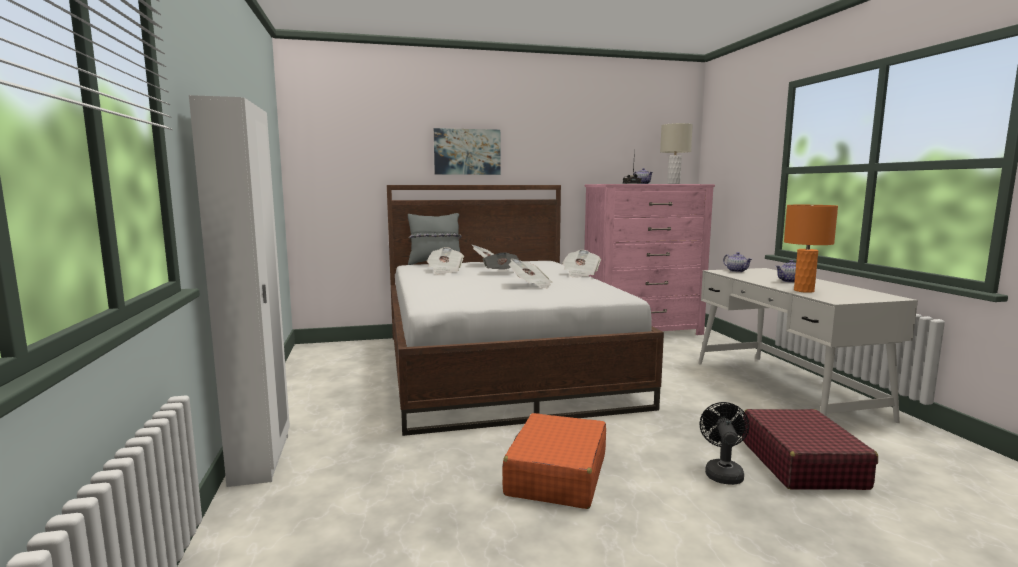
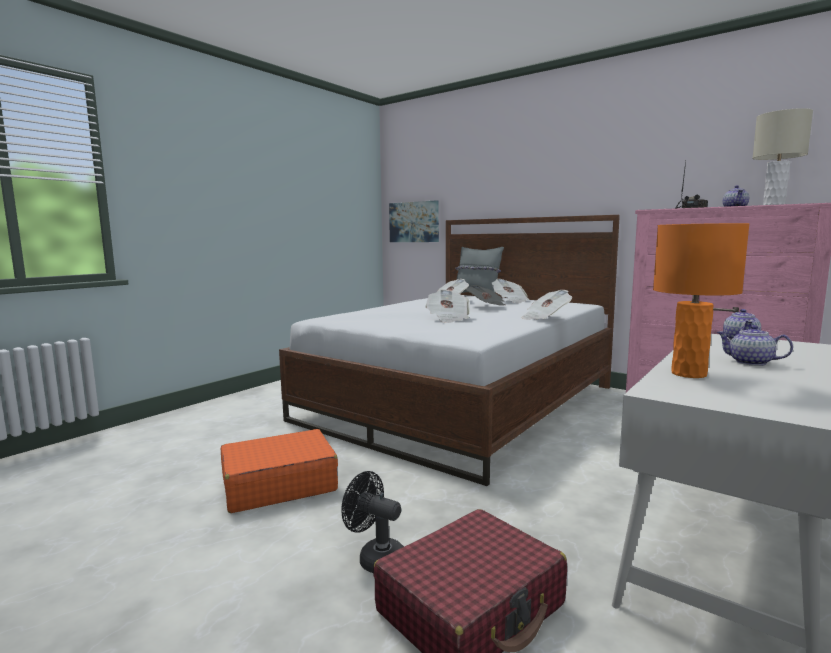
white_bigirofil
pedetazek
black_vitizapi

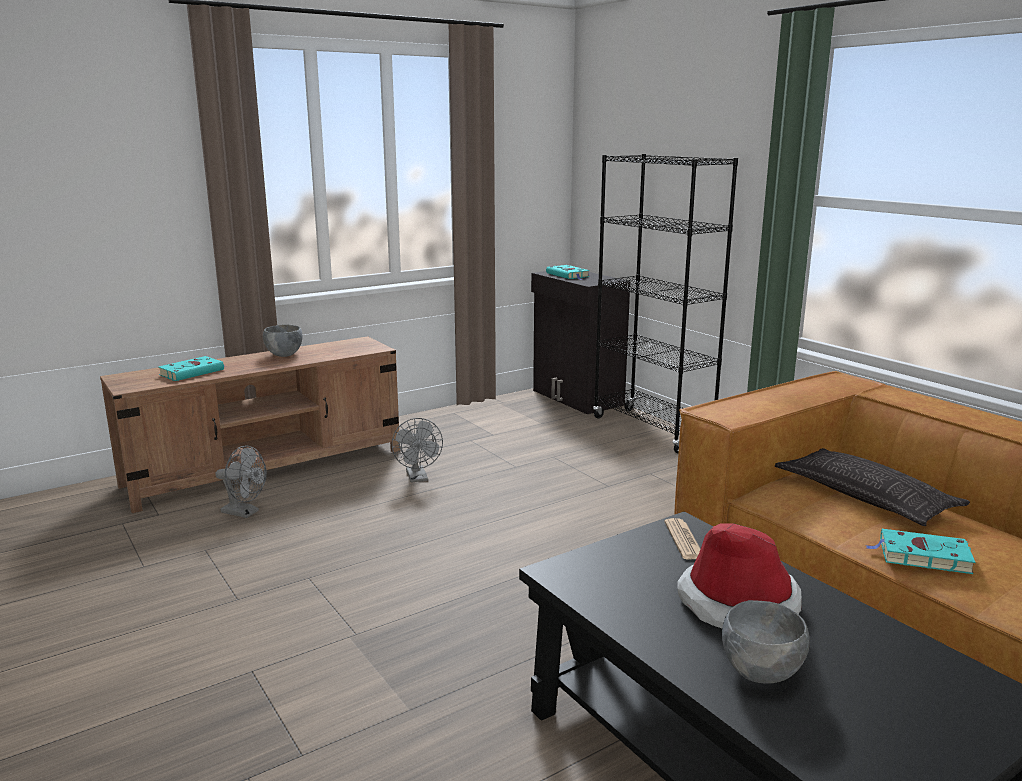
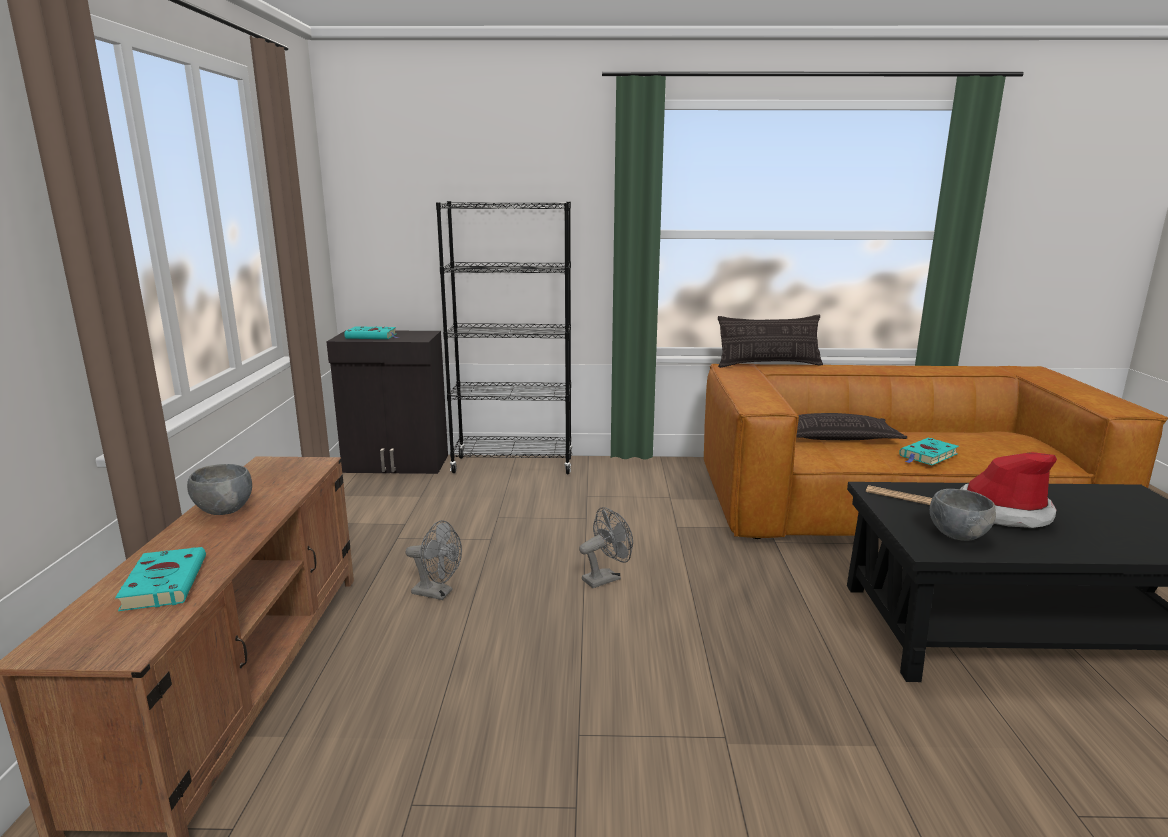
grey_vitizapi (2nd from left)
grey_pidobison (2nd from left)
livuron (1st from left)

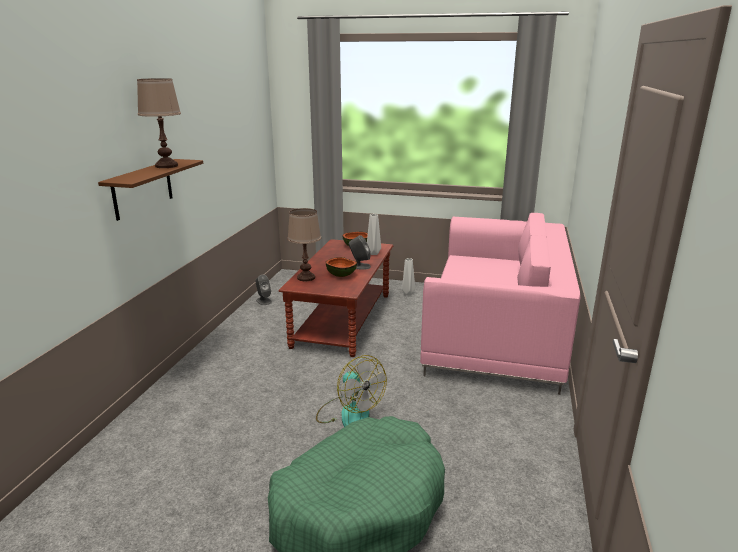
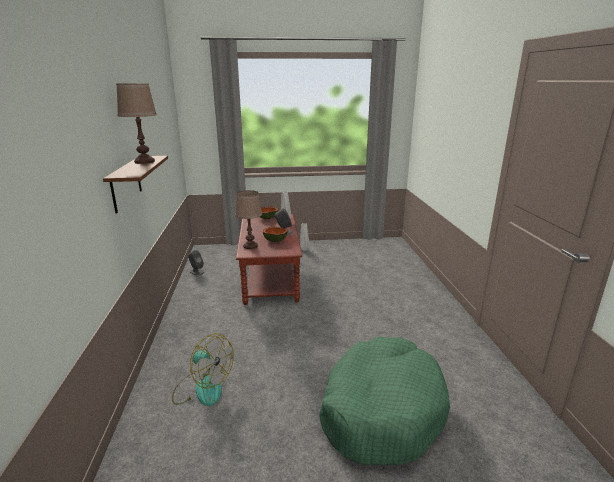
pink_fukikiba
vitizapi

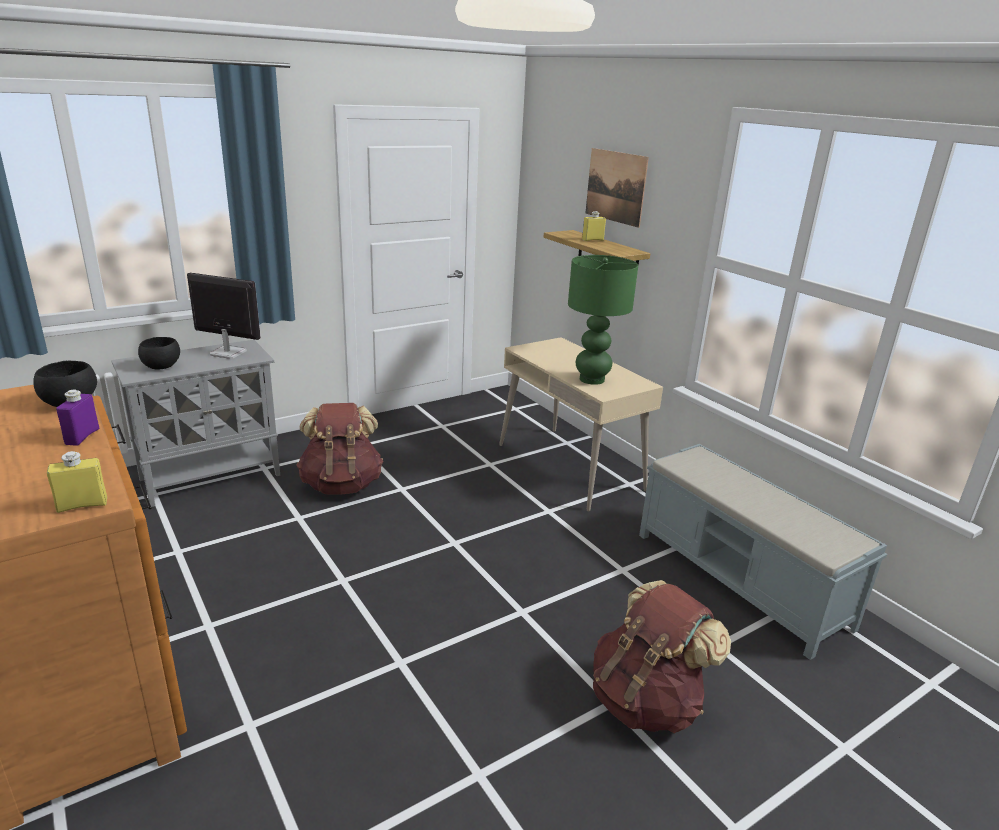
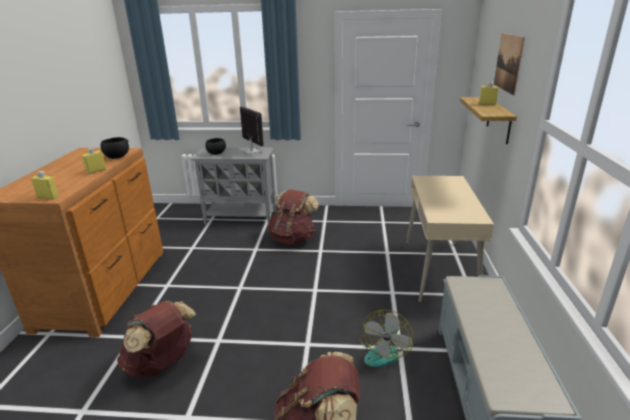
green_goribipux
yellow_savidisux (2nd from left)
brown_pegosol (1st from left)
vitizapi

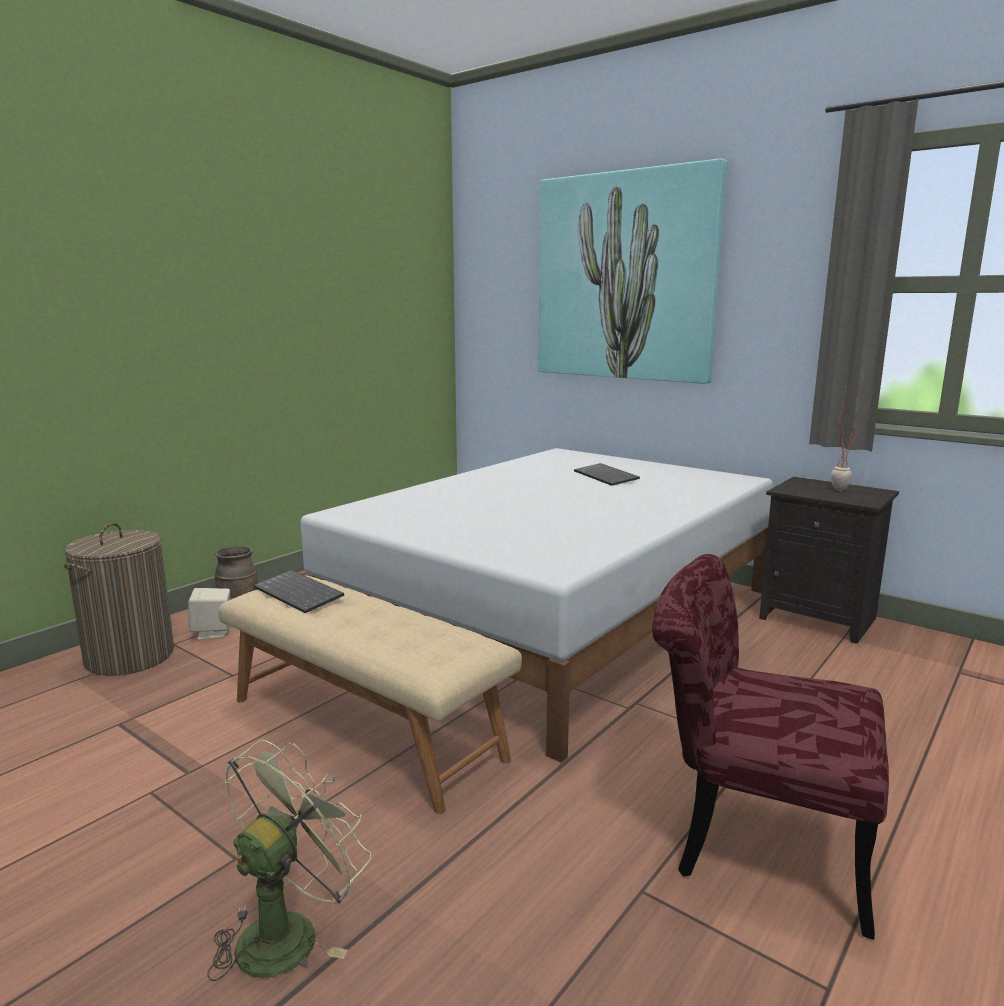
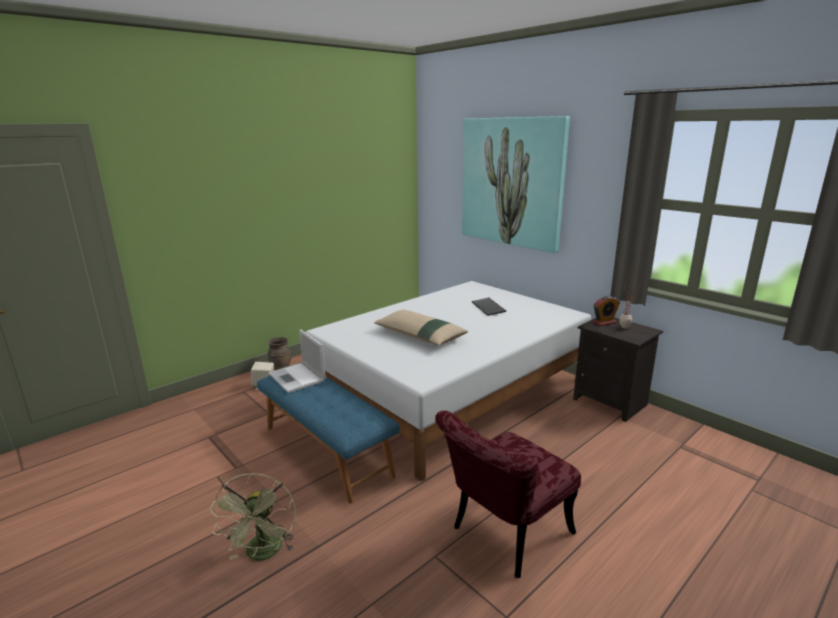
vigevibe
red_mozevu
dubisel
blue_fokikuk
green_vitizapi
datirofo
beige_livuron

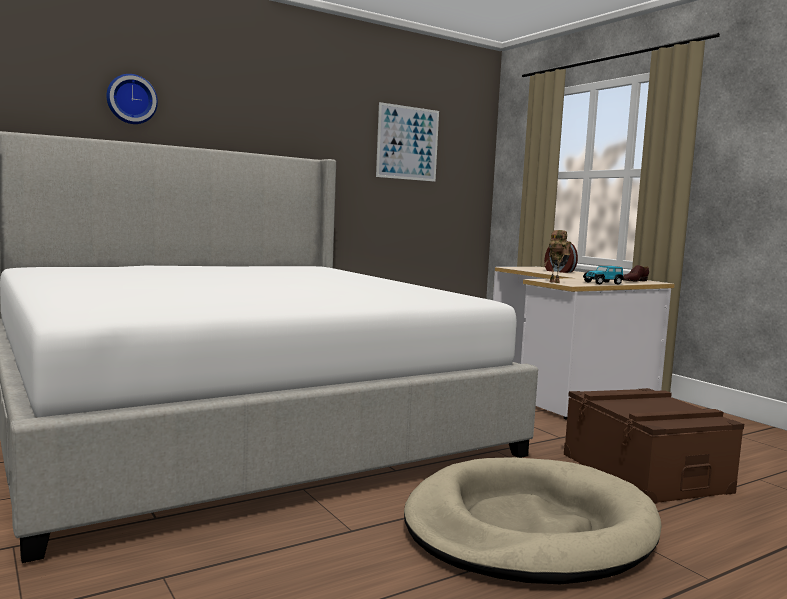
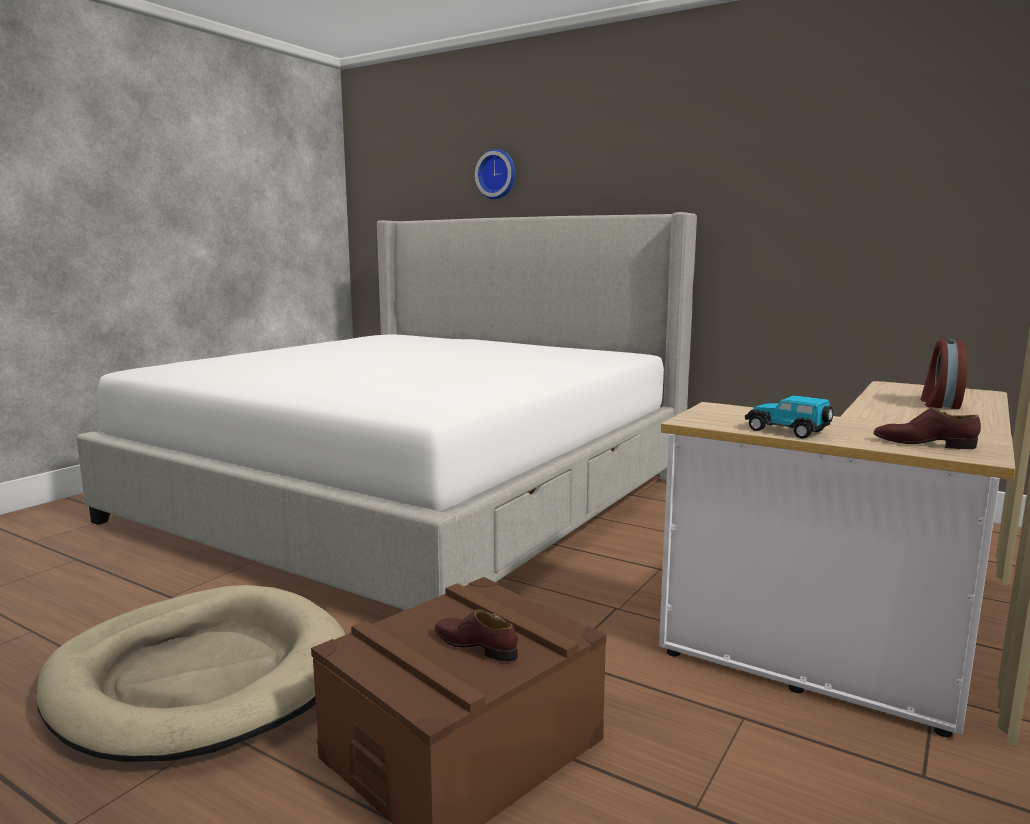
pedetazek
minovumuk
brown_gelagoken (1st from left)

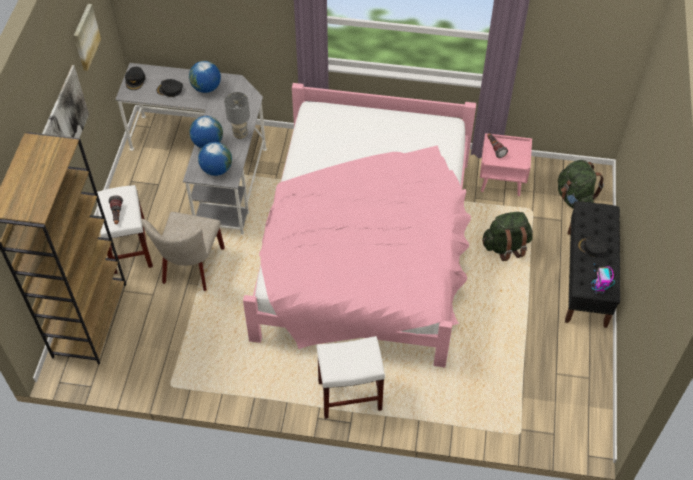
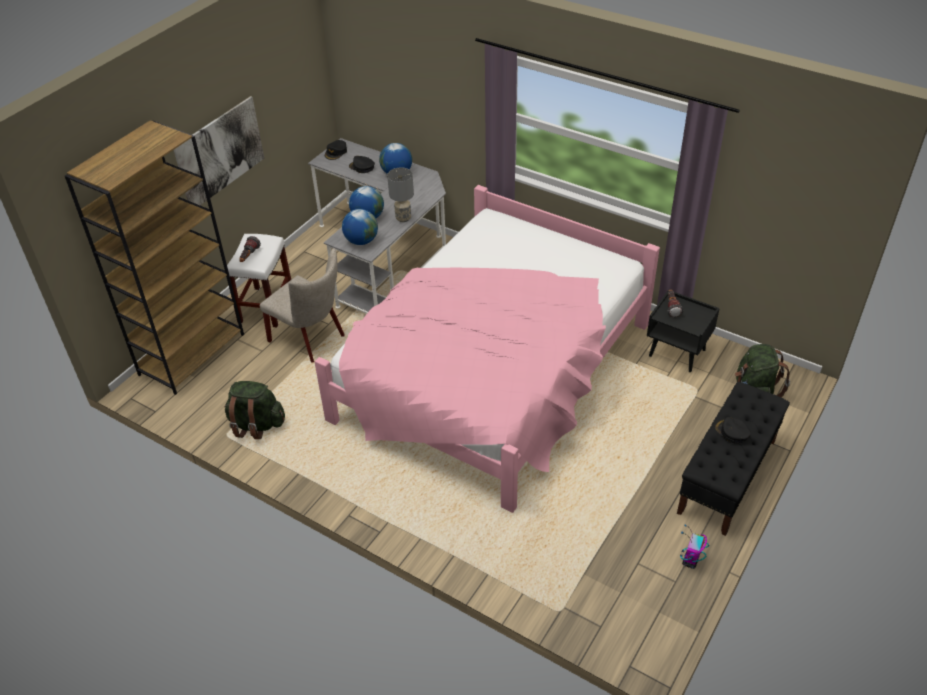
pedetazek (2nd from left in the first image)
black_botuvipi
beige_mozevu
green_pegosol (1st from left)
minovumuk
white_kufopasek (2nd from left in the first image)

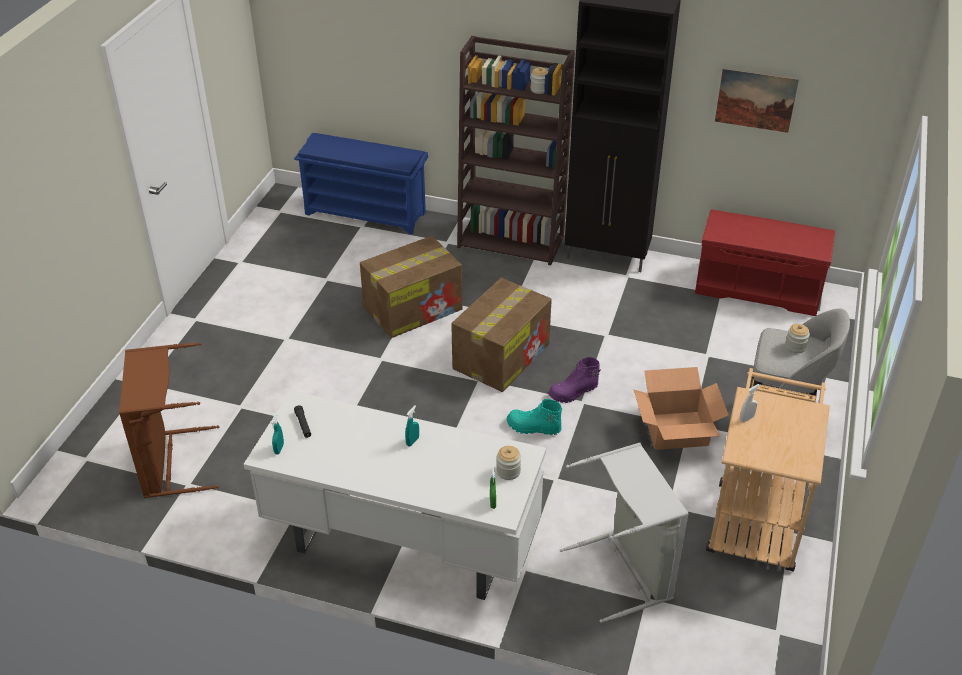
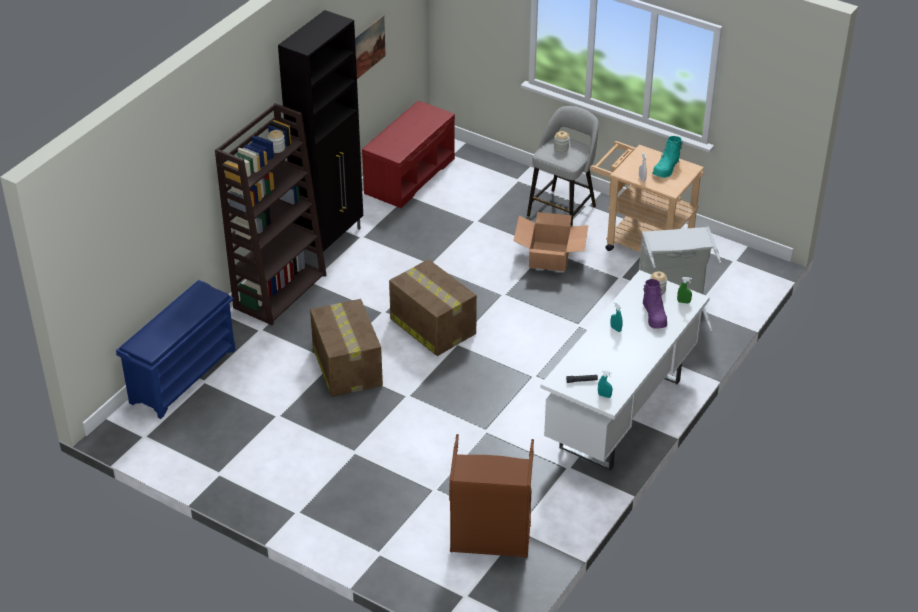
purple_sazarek
turquoise_sazarek

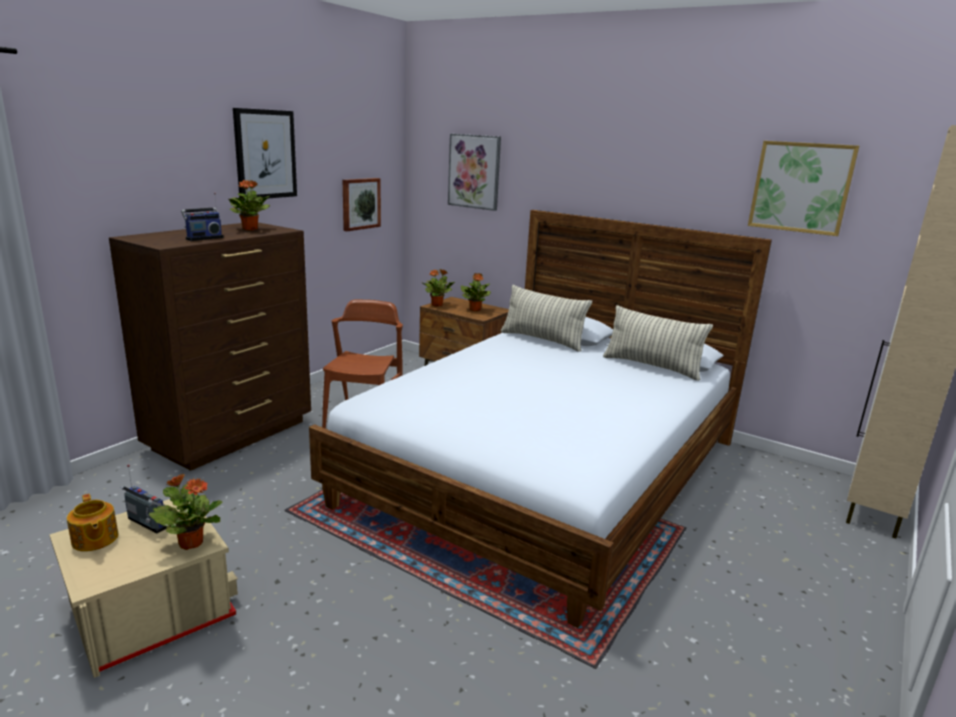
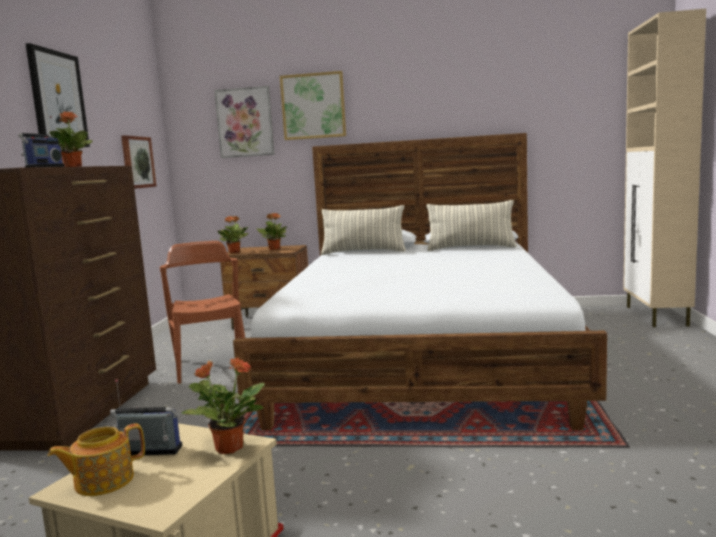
pedetazek (4th from left)
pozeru

